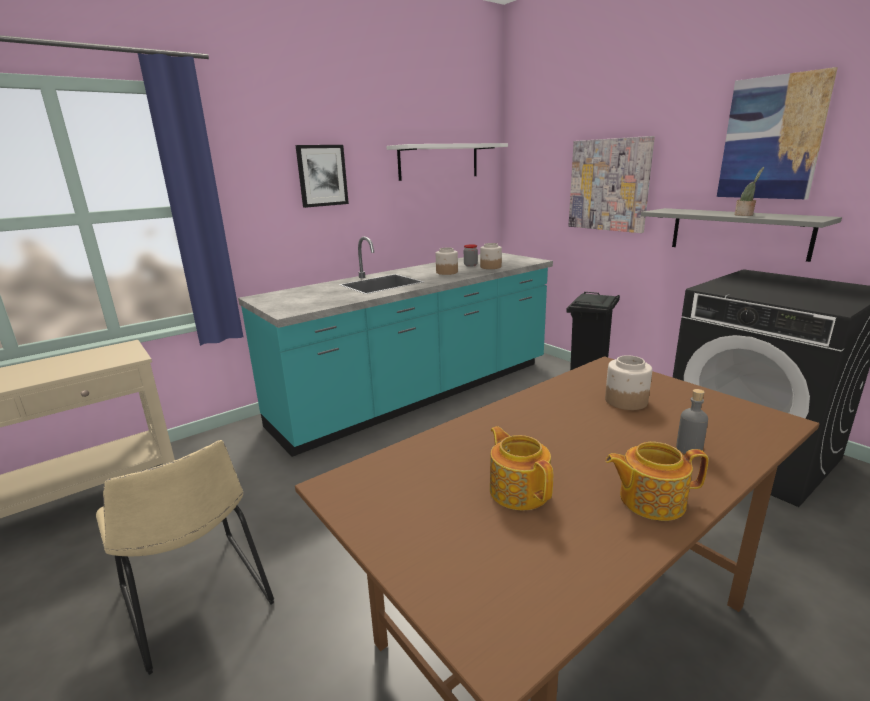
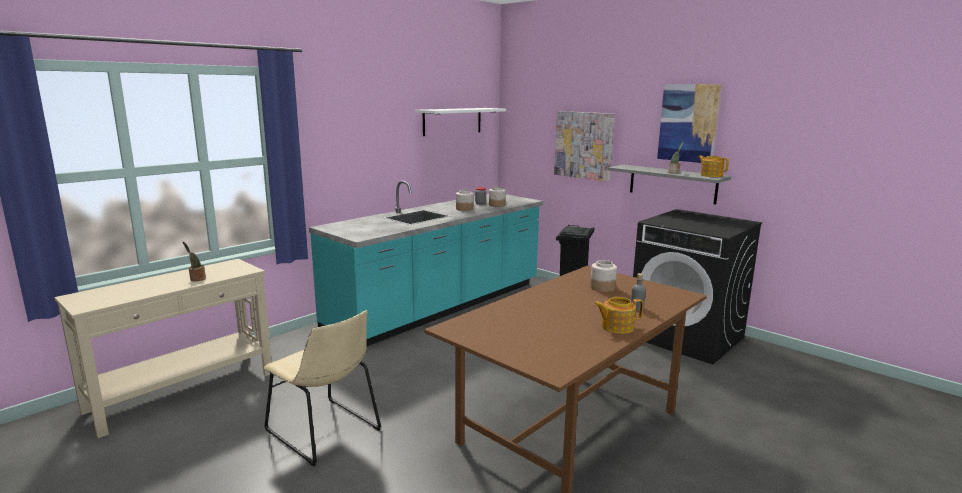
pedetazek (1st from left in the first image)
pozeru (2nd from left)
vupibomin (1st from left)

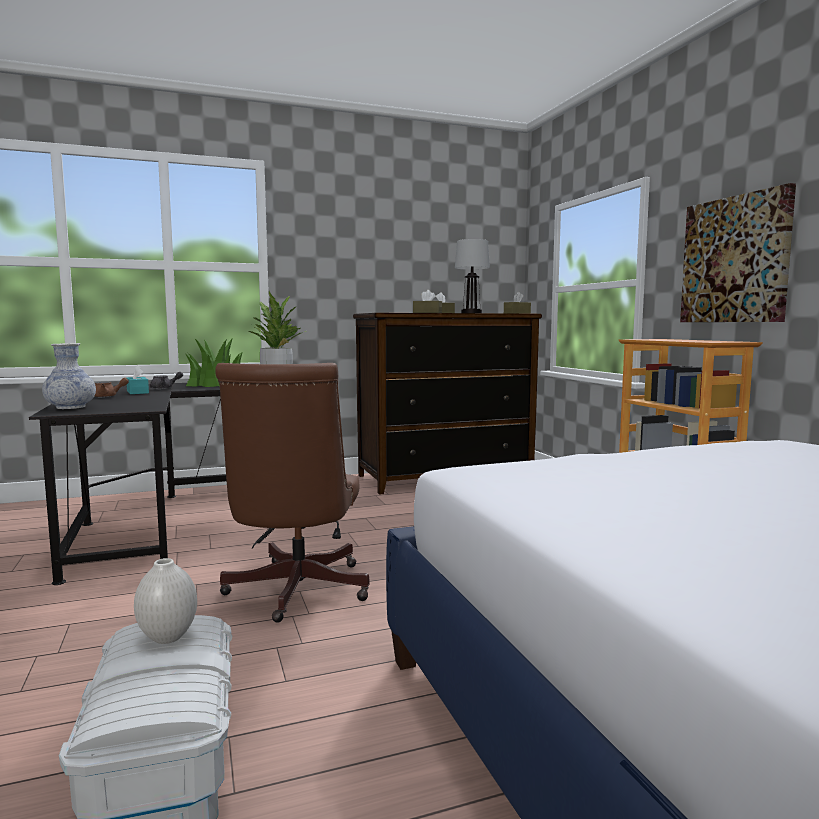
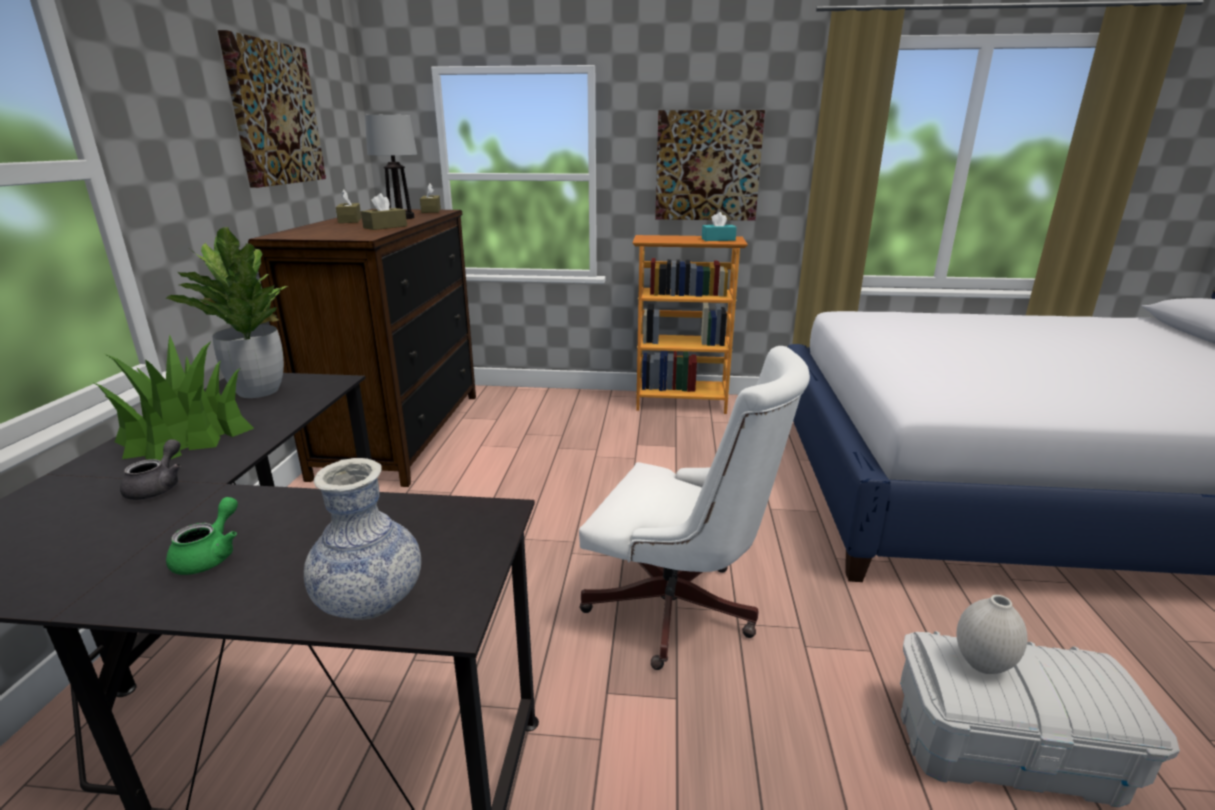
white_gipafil
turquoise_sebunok
green_pozeru
pedetazek (1st from left)

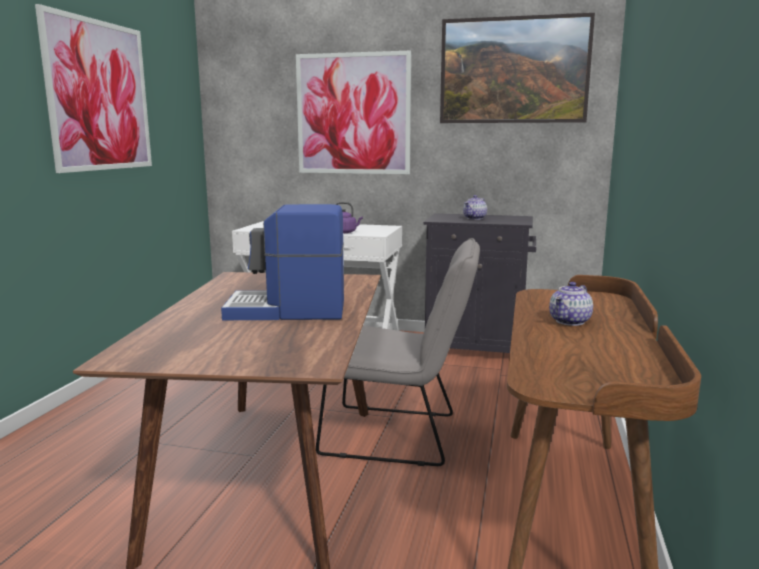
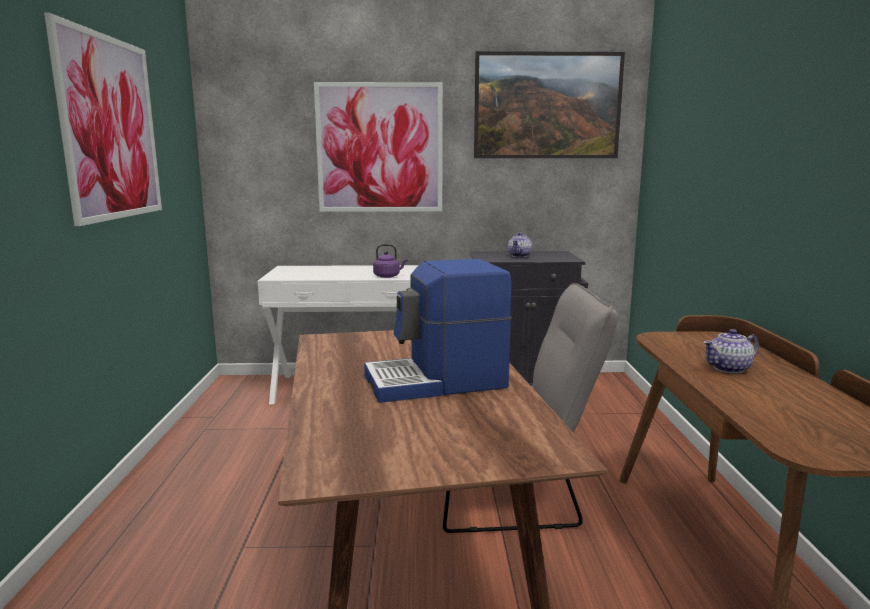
pozeru (2nd from left)

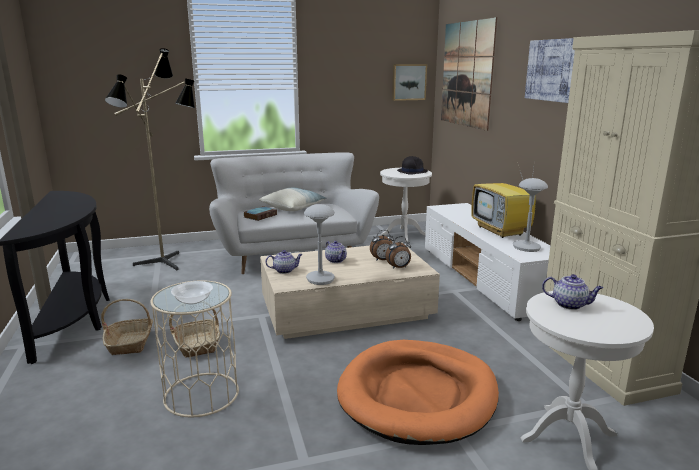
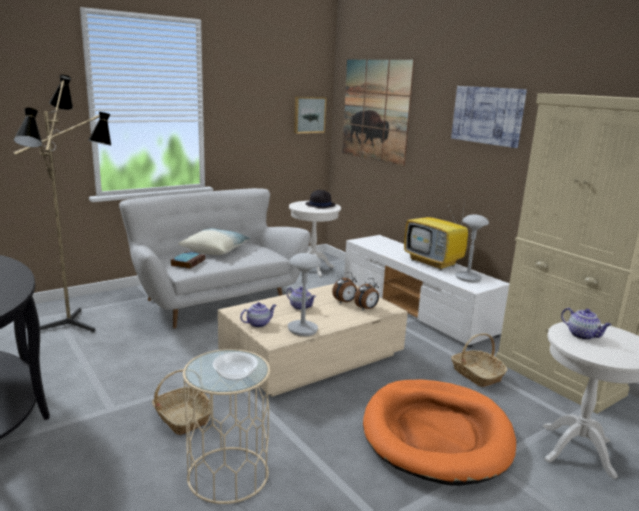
pozeru (3rd from left)
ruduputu (2nd from left)

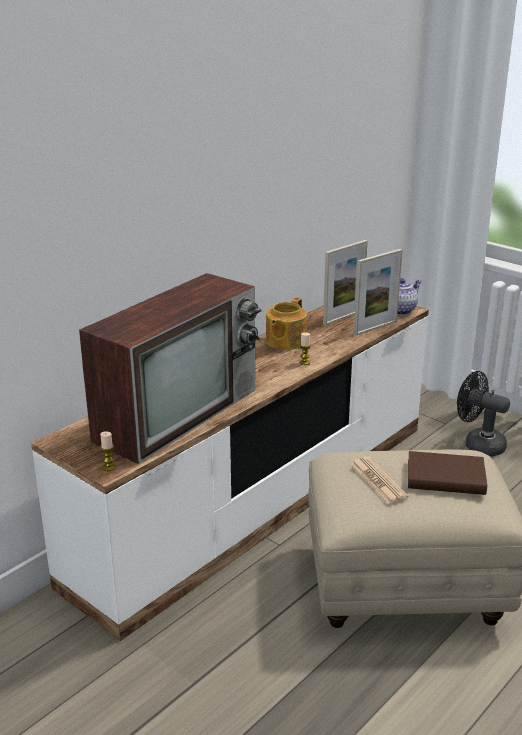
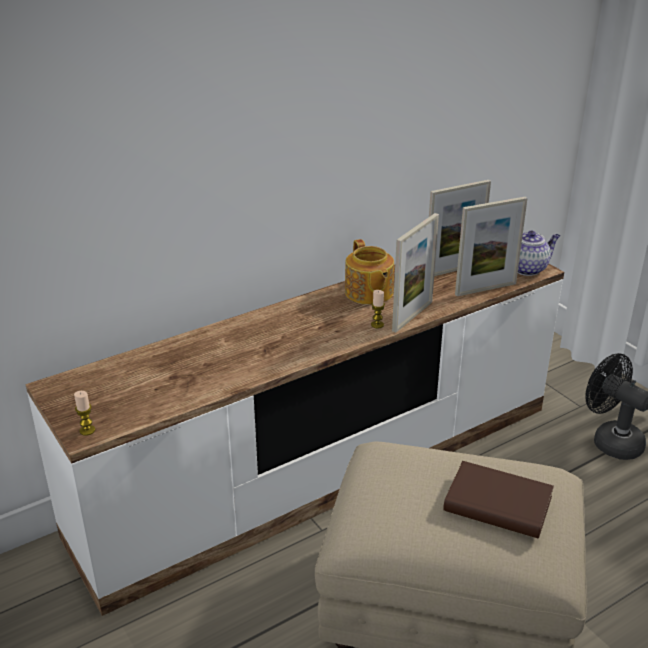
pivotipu
pozeru (1st from left)
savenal
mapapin (1st from left)

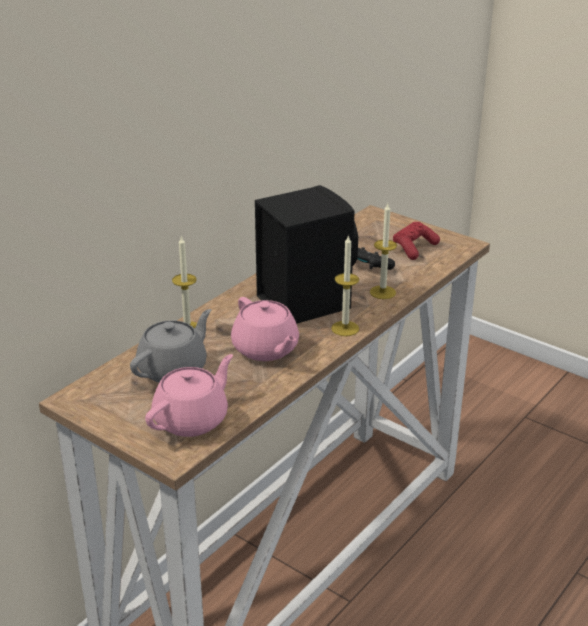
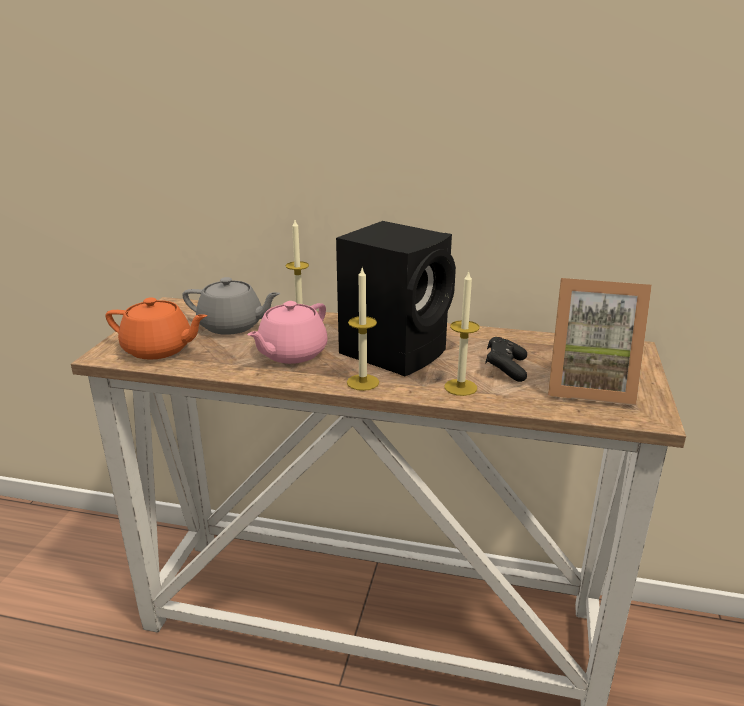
mapapin
orange_pozeru

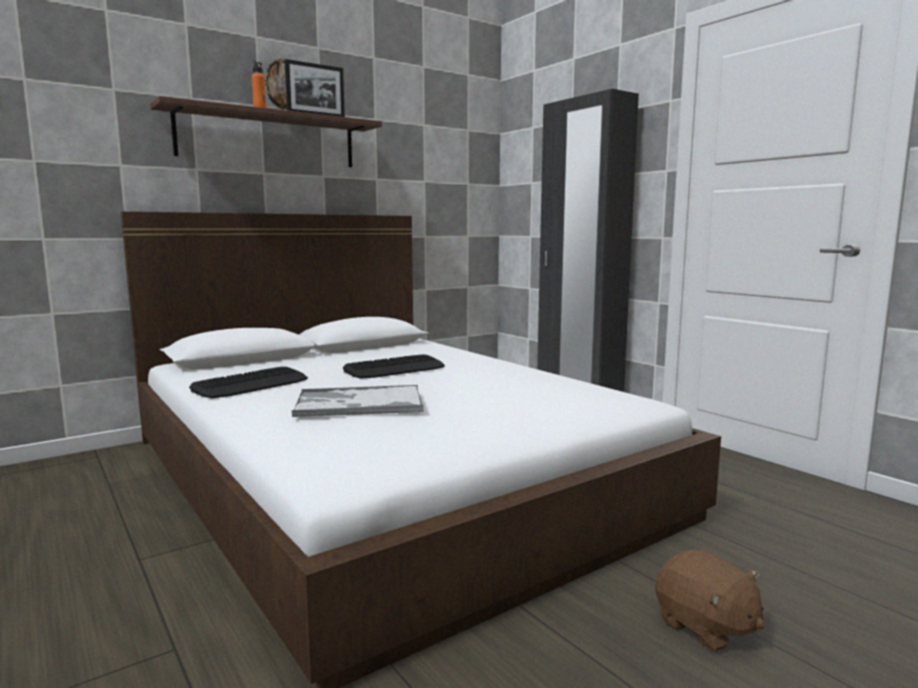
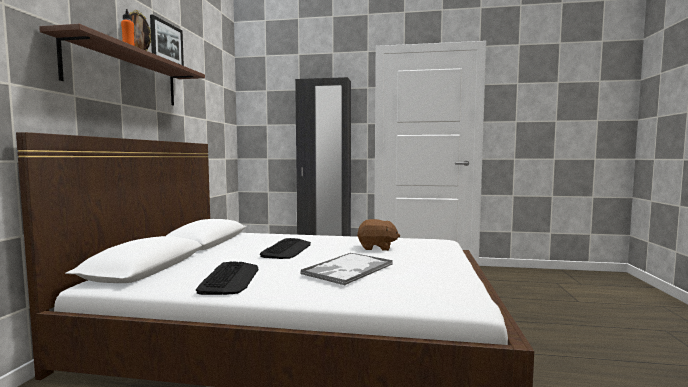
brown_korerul

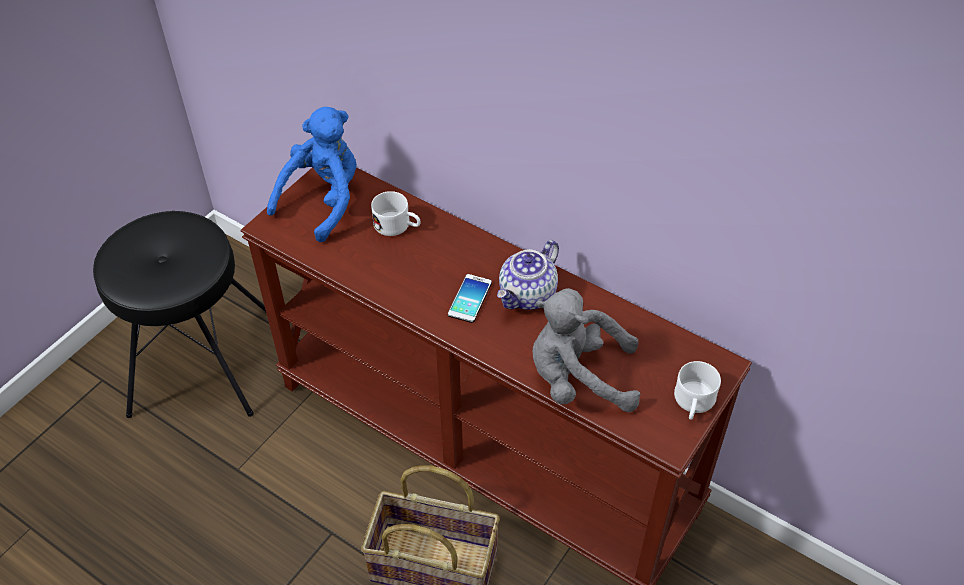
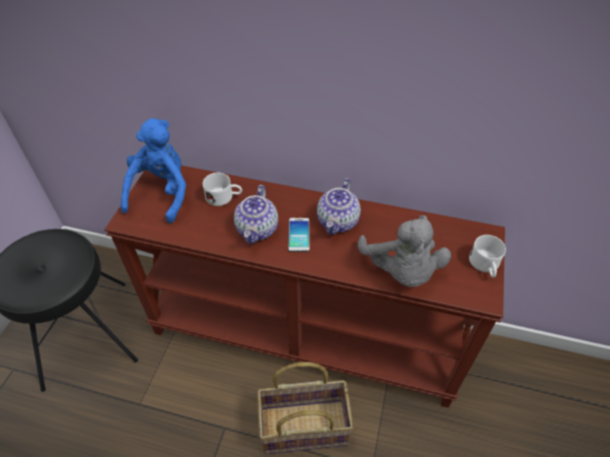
grey_korerul
pozeru (1st from left)

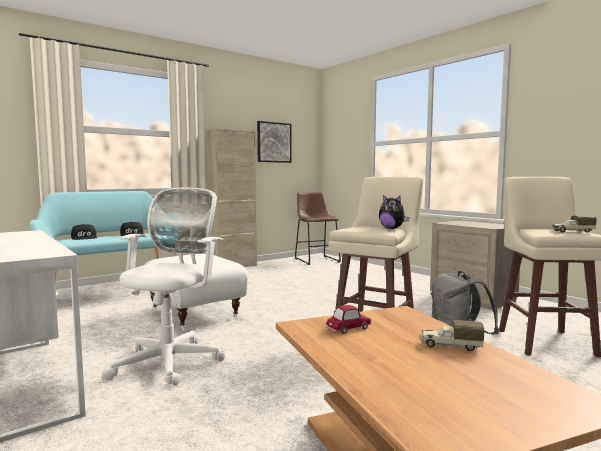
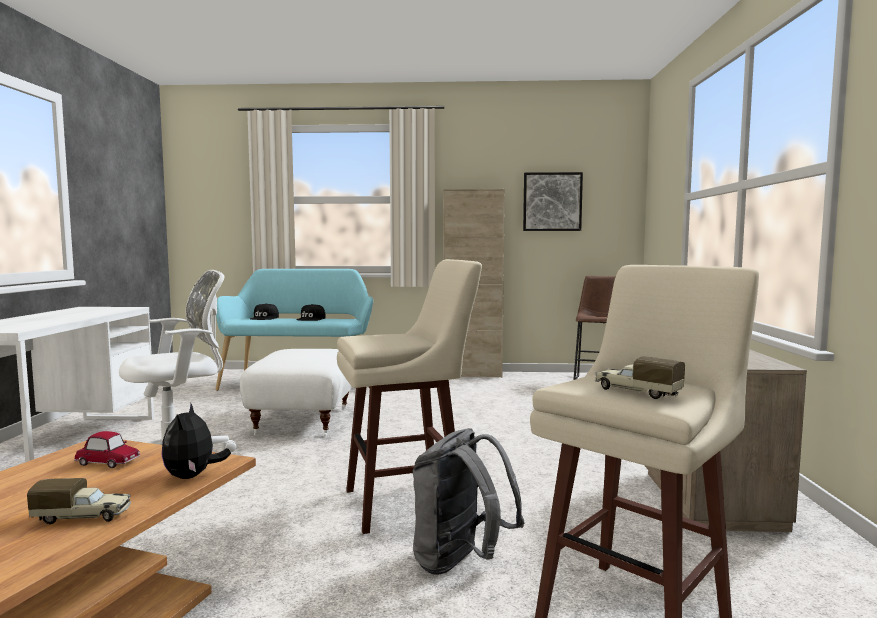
korerul
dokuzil (1st from left)

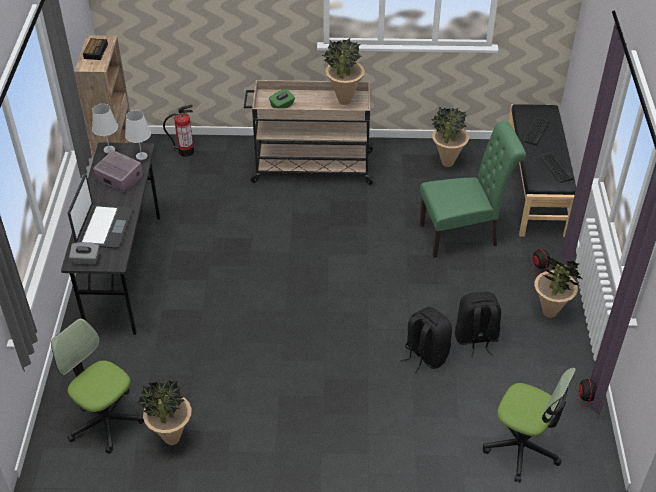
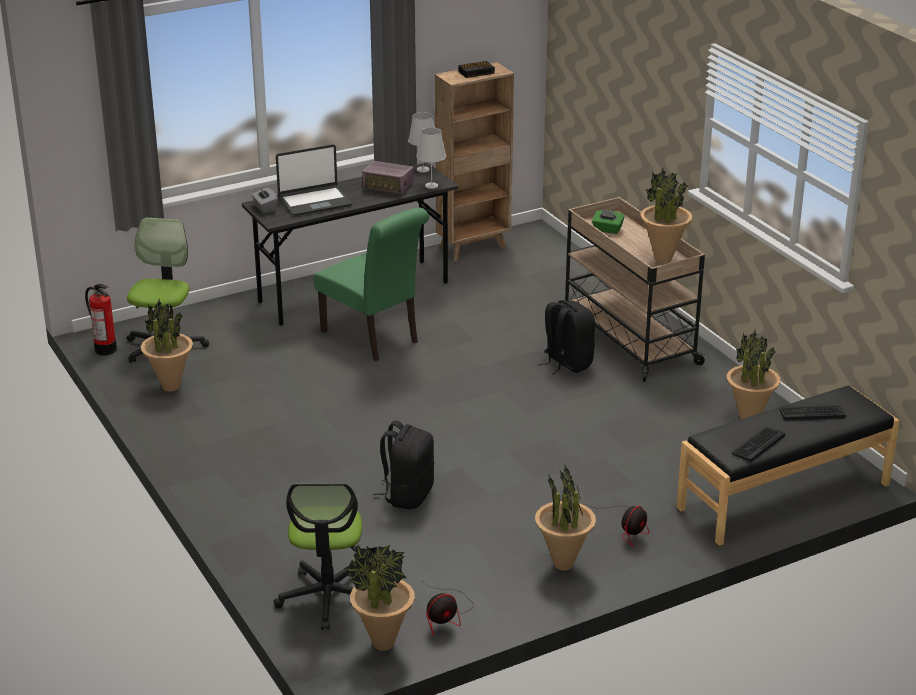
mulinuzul
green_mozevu
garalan
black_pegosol (2nd from left)
vupibomin (2nd from left)

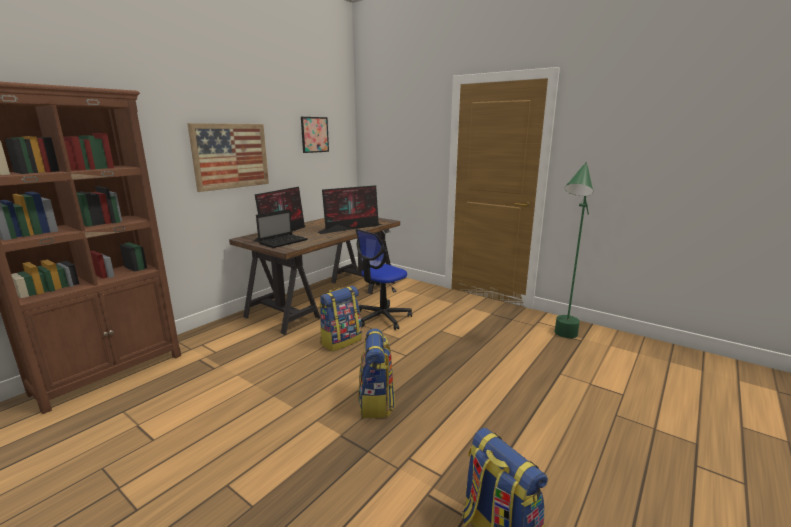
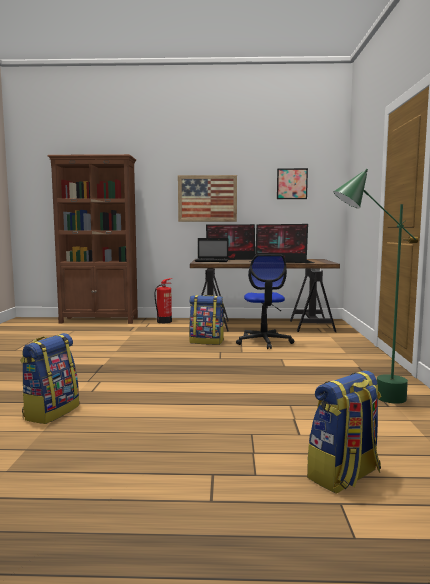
gipafil
pegosol (3rd from left)
mulinuzul

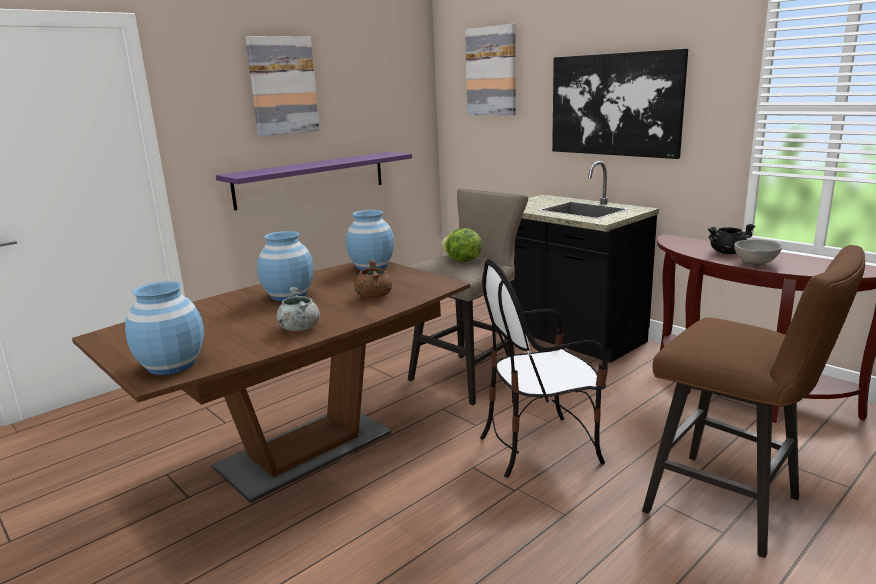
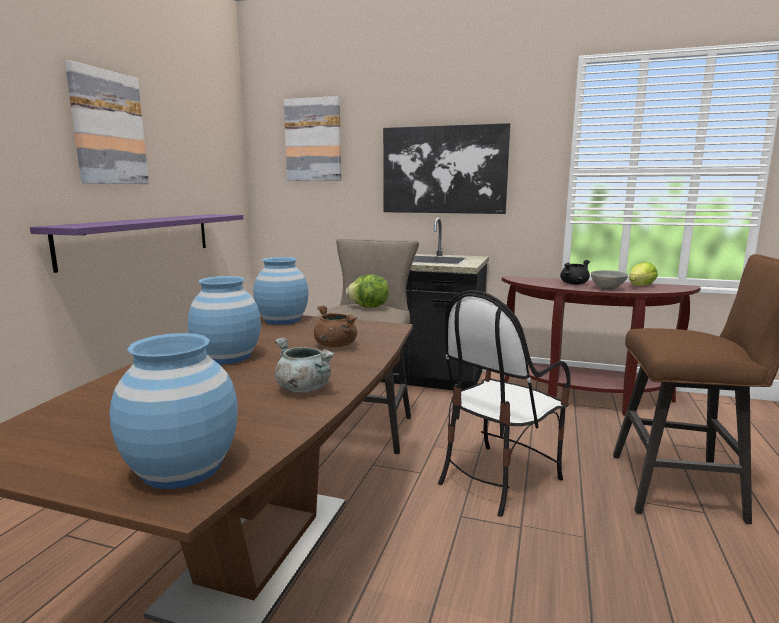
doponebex (2nd from left)

